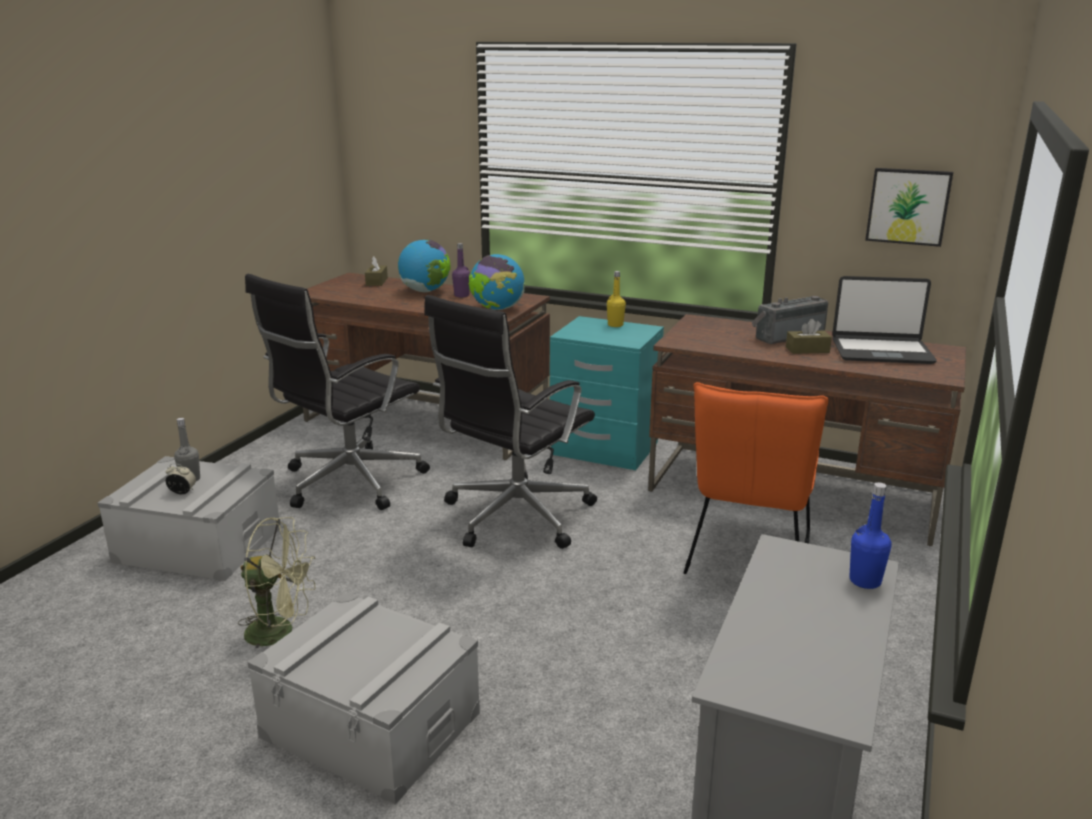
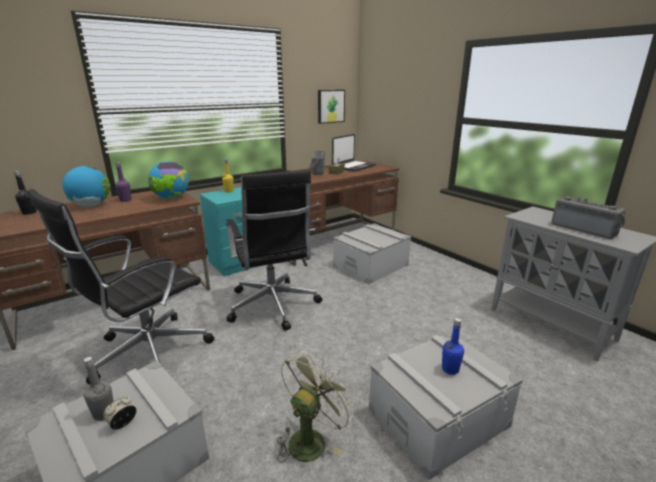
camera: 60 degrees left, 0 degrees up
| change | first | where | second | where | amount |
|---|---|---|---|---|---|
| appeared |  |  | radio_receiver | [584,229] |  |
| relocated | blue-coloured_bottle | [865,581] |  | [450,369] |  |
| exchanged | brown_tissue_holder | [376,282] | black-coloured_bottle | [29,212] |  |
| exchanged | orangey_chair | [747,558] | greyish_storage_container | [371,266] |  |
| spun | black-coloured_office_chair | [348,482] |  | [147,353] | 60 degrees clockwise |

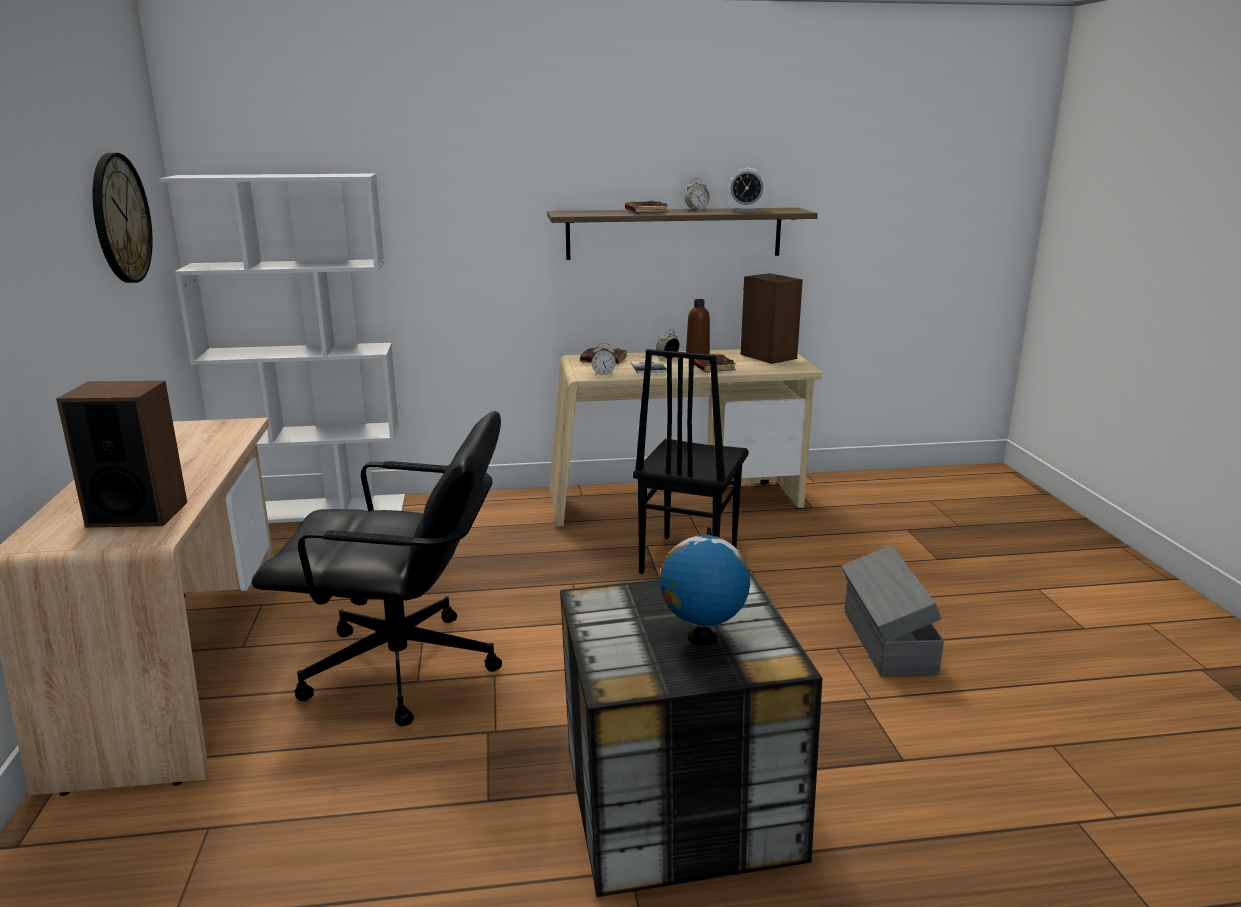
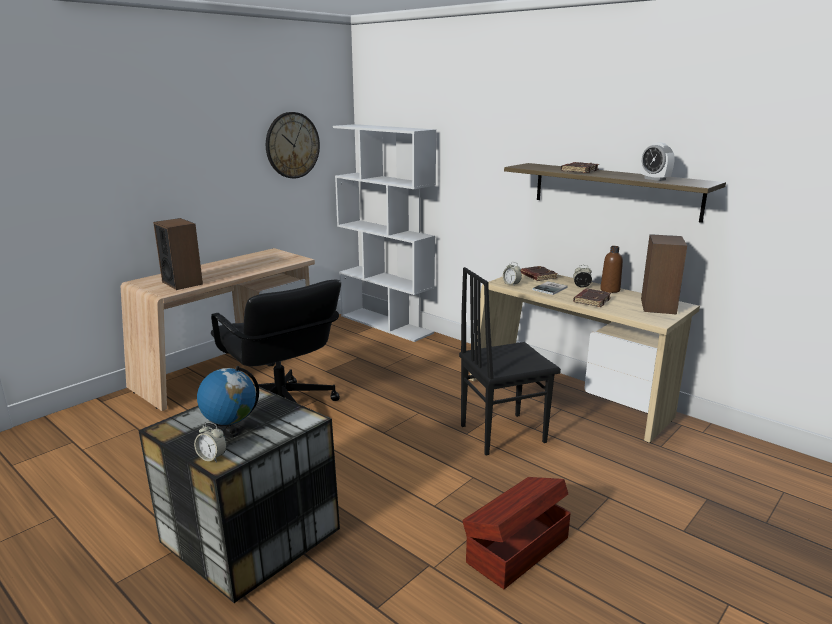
camera: 50 degrees right, 0 degrees up
| change | first | where | second | where | amount |
|---|---|---|---|---|---|
| relocated | alarm_clock | [696,209] |  | [212,457] |  |
| colour | greyish_storage_container | [887,642] | brown_storage_container | [516,549] |  |

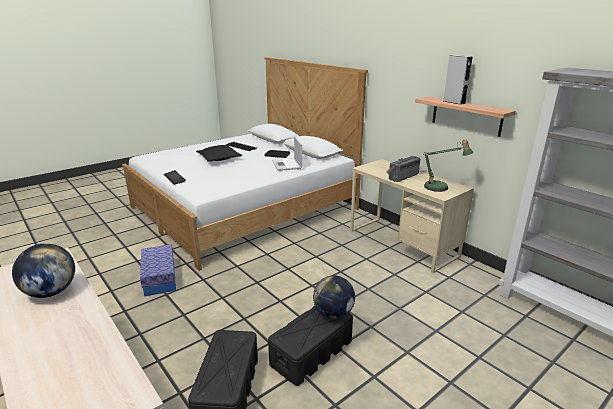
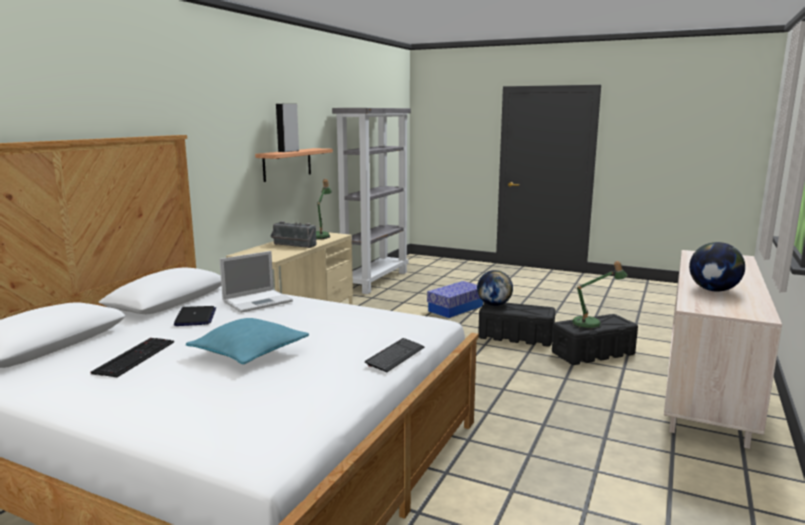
camera: 115 degrees left, 10 degrees down
| change | first | where | second | where | amount |
|---|---|---|---|---|---|
| appeared |  |  | tabletop_lamp | [591,324] |  |
| relocated | storage_container | [159,278] |  | [455,308] |  |
| colour | black-coloured_throw_pillow | [219,159] | turquoise-coloured_throw_pillow | [249,352] |  |

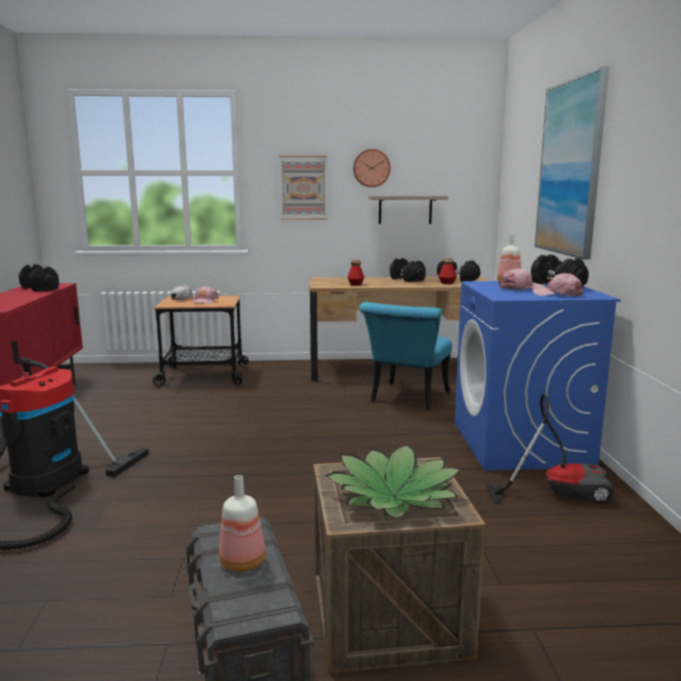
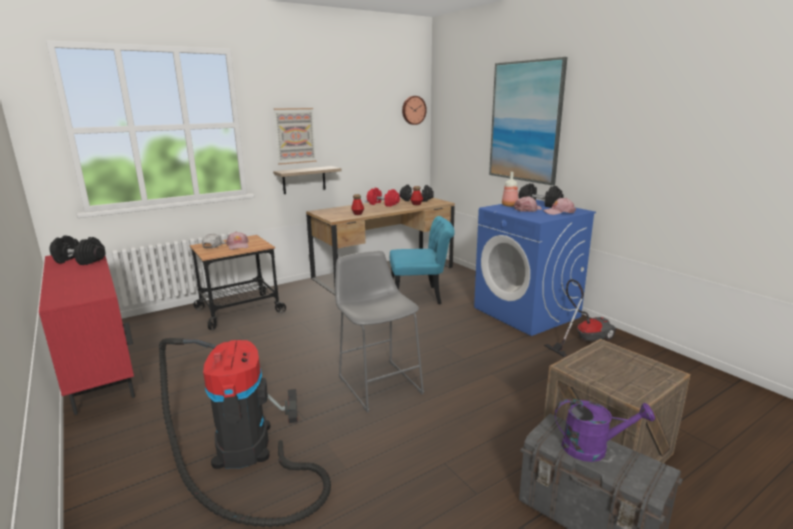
camera: 30 degrees left, 5 degrees up
| change | first | where | second | where | amount |
|---|---|---|---|---|---|
| missing | plant_in_a_pot | [394,496] |  |  |  |
| appeared |  |  | greyish_stool_seat | [378,382] |  |
| relocated | wall_clock | [371,168] |  | [413,110] |  |
| relocated | wall_shelf | [405,209] |  | [304,180] |  |
| exchanged | bottle | [242,562] | purple-coloured_watering_can | [593,448] |  |
| colour | black-coloured_free_weight | [406,279] | red-coloured_free_weight | [383,204] |  |
| spun | turquoise-coloured_chair | [406,399] |  | [421,296] | 90 degrees counterclockwise |

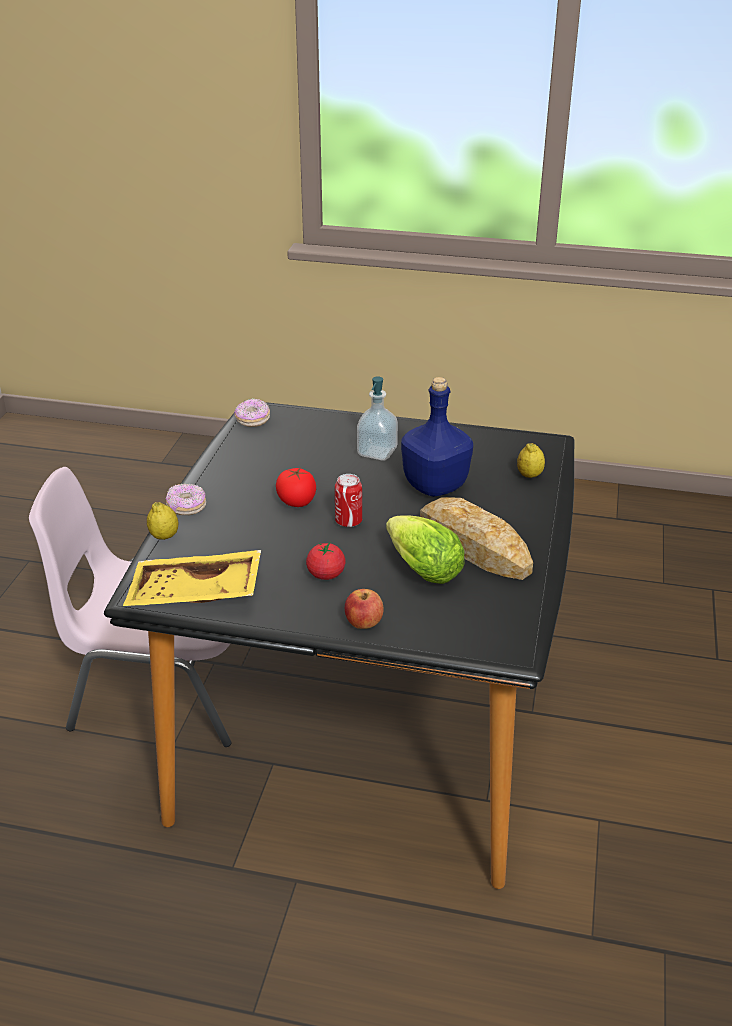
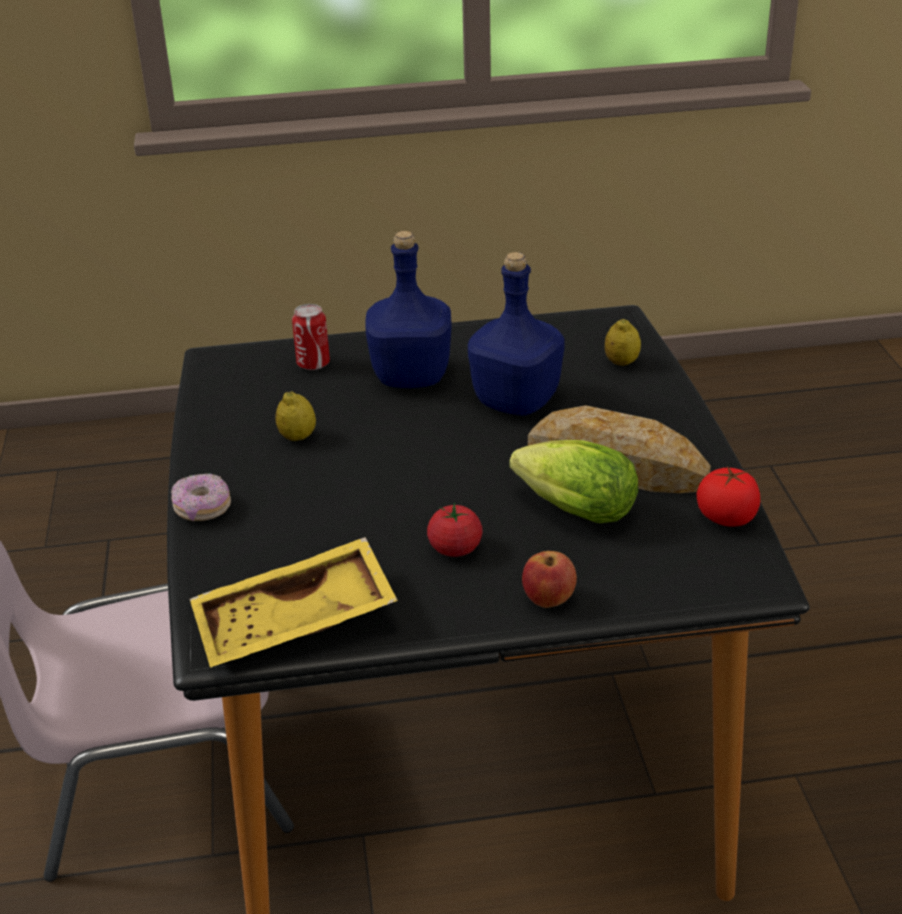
camera: 20 degrees left, 0 degrees up
| change | first | where | second | where | amount |
|---|---|---|---|---|---|
| missing | donut | [252,420] |  |  |  |
| relocated | lemon | [164,536] |  | [297,437] |  |
| relocated | tomato | [296,501] |  | [726,518] |  |
| relocated | metal_can | [348,521] |  | [313,364] |  |
| exchanged | soap_bottle | [377,452] | blue-coloured_bottle | [413,376] |  |

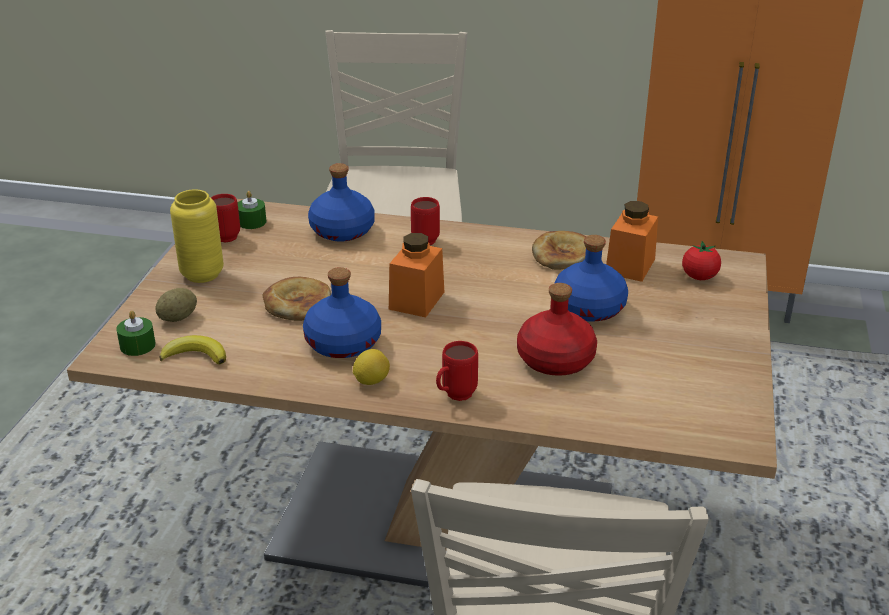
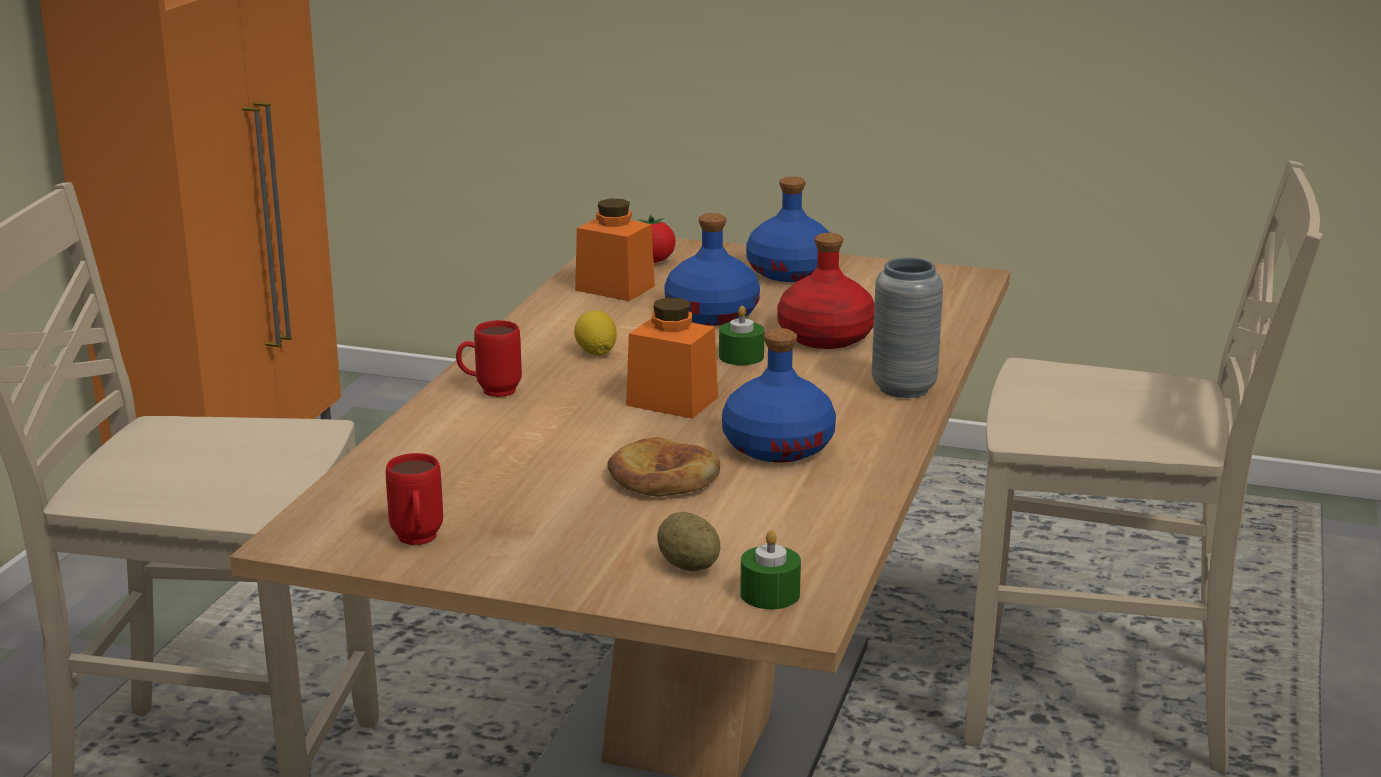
camera: 85 degrees left, 10 degrees down
| change | first | where | second | where | amount |
|---|---|---|---|---|---|
| missing | banana | [195,355] |  |  |  |
| missing | yellow-coloured_flower_vase | [202,274] |  |  |  |
| missing | bakery_bread | [563,255] |  |  |  |
| relocated | greenish_wax_candle | [251,222] |  | [741,356] |  |
| relocated | blue-coloured_bottle | [341,231] |  | [791,272] |  |
| relocated | lemon | [371,381] |  | [596,353] |  |
| exchanged | red-coloured_coffee_mug | [454,397] | greyish_flower_vase | [904,388] |  |

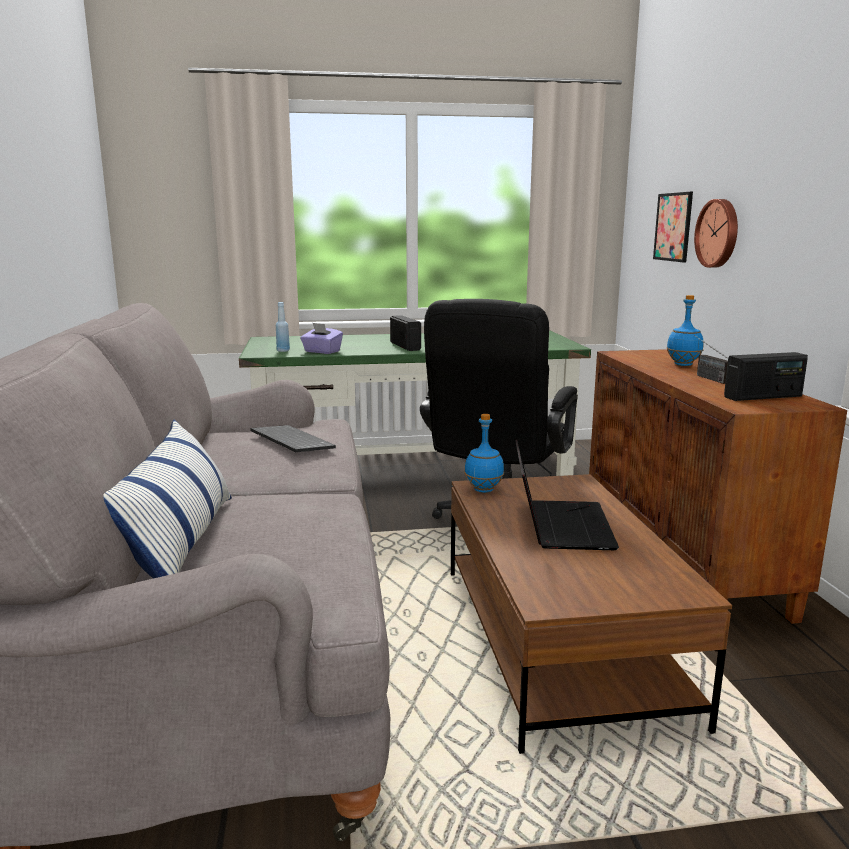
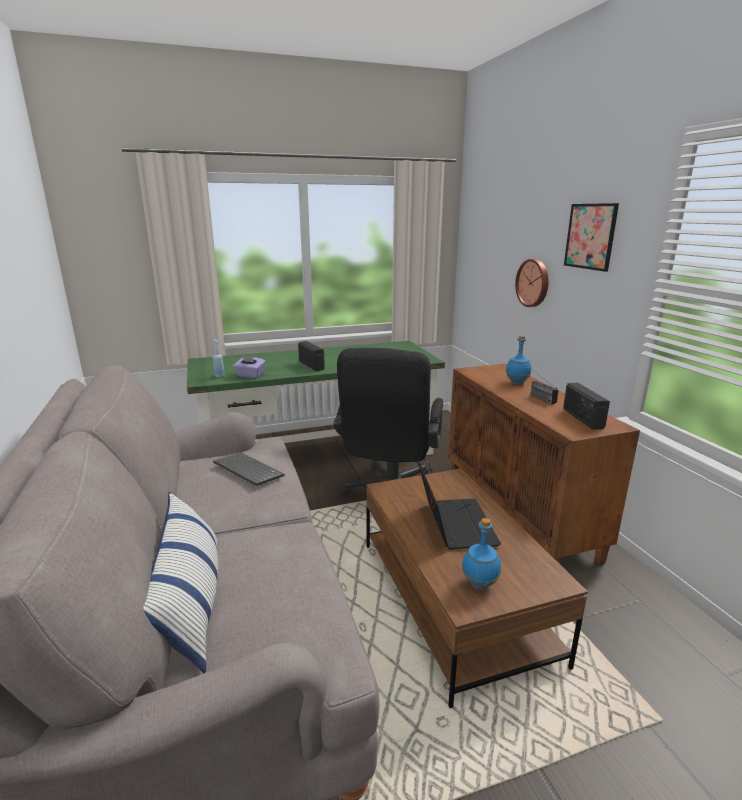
camera: 10 degrees left, 5 degrees up
| change | first | where | second | where | amount |
|---|---|---|---|---|---|
| relocated | blue-coloured_bottle | [484,490] |  | [480,584] |  |
| relocated | wall_art | [673,227] |  | [590,236] |  |
| spun | radio_receiver | [763,397] |  | [582,418] | 105 degrees clockwise |

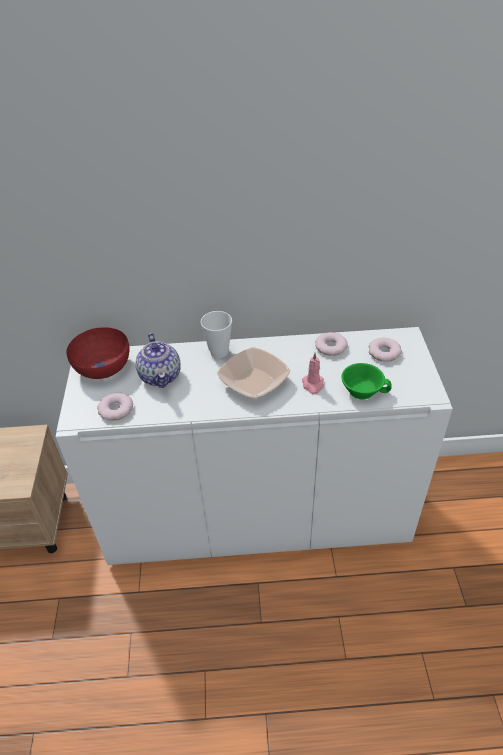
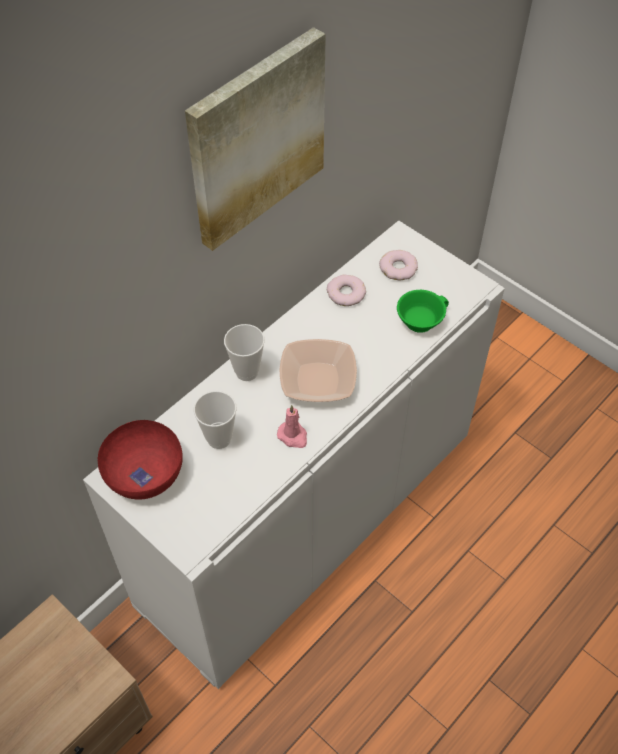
camera: 45 degrees left, 10 degrees up
| change | first | where | second | where | amount |
|---|---|---|---|---|---|
| missing | donut | [116,409] |  |  |  |
| appeared |  |  | wall_art | [255,138] |  |
| relocated | pinkish_wax_candle | [313,385] |  | [293,436] |  |
| exchanged | tea_pot | [161,375] | drinking_cup | [219,438] |  |

